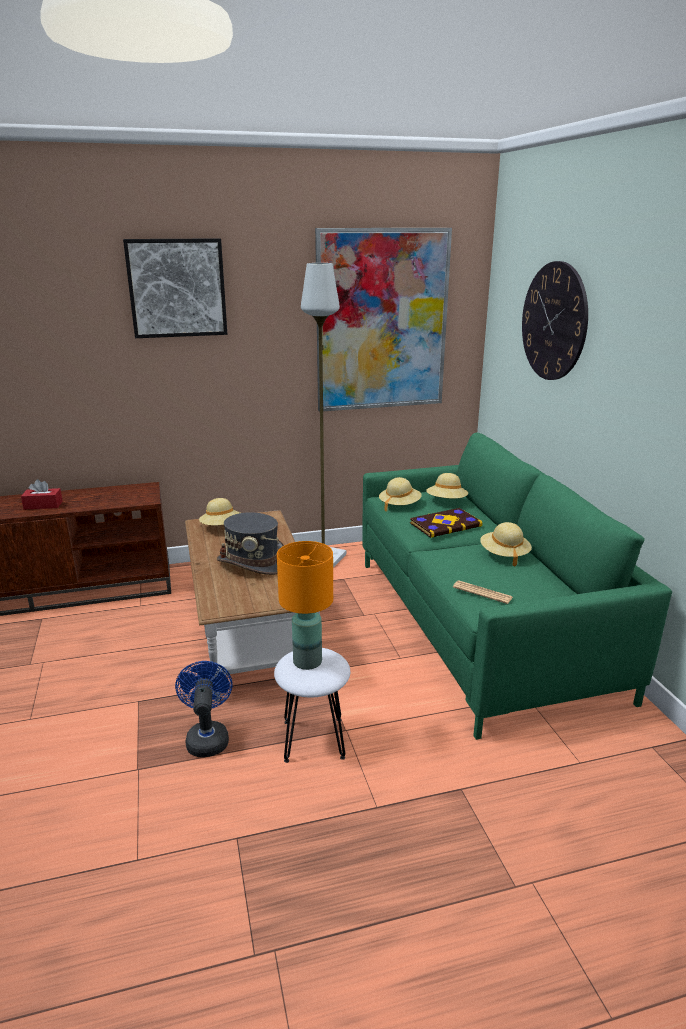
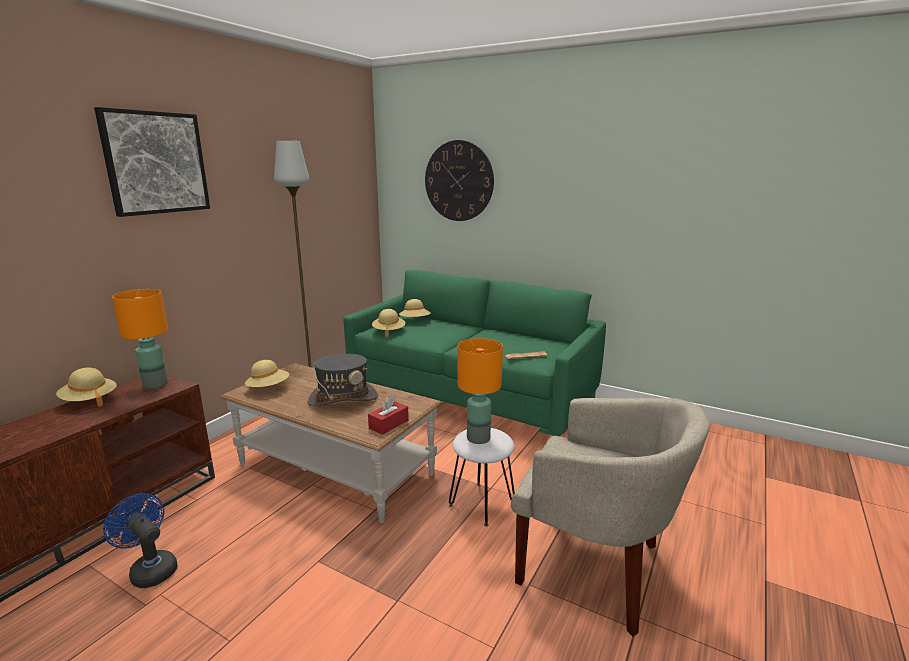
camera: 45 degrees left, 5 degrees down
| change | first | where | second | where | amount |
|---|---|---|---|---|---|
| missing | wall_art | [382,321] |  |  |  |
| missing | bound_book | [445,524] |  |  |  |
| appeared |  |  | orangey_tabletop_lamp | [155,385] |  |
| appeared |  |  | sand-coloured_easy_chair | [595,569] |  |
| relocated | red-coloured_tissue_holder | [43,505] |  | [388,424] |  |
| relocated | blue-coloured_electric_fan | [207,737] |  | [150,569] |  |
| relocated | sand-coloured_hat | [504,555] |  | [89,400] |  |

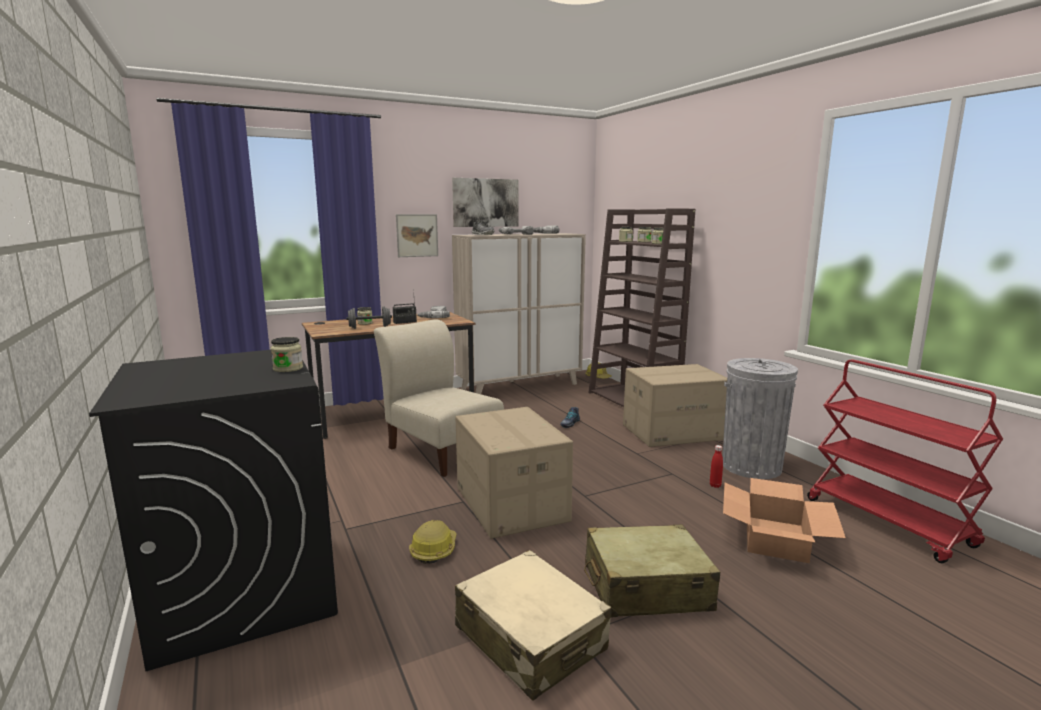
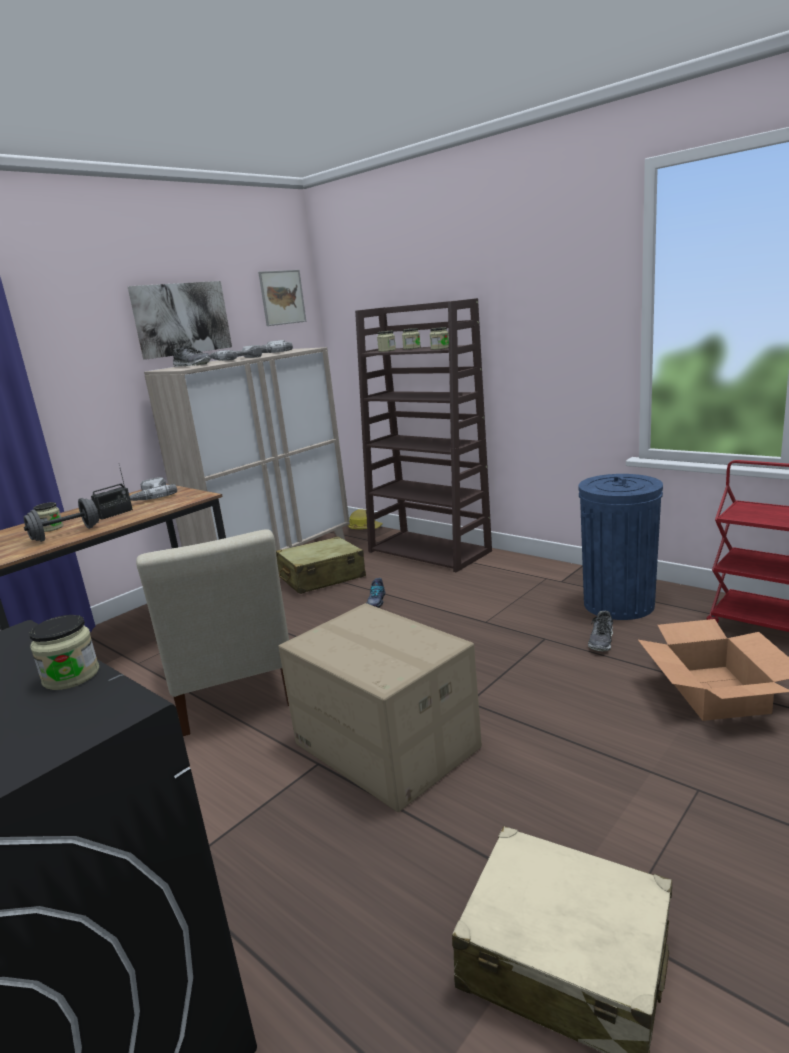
camera: 20 degrees left, 5 degrees up
| change | first | where | second | where | amount |
|---|---|---|---|---|---|
| missing | hard_hat | [434,550] |  |  |  |
| missing | packing_box | [672,432] |  |  |  |
| relocated | wall_art | [417,235] |  | [282,297] |  |
| relocated | sand-coloured_suitcase | [645,587] |  | [321,578] |  |
| exchanged | red-coloured_bottle | [715,485] | item_of_footwear | [602,641] |  |
| colour | greyish_rubbish_bin | [751,466] | blue-coloured_rubbish_bin | [618,604] |  |
| spun | sand-coloured_chair | [441,450] |  | [232,689] | 135 degrees counterclockwise |

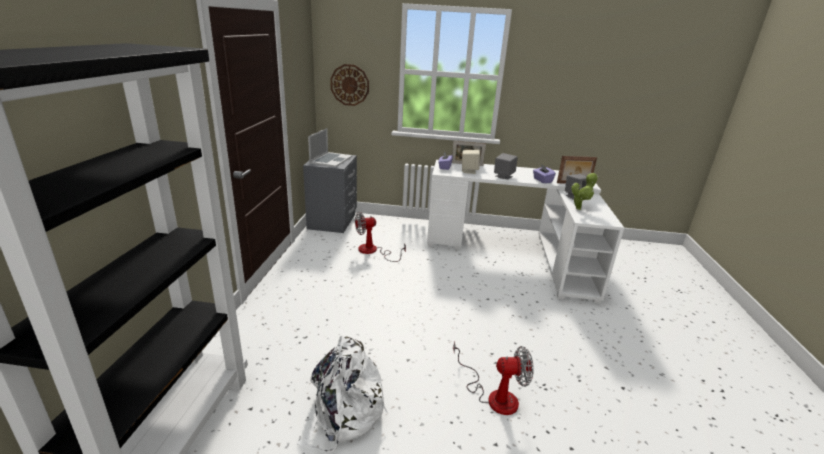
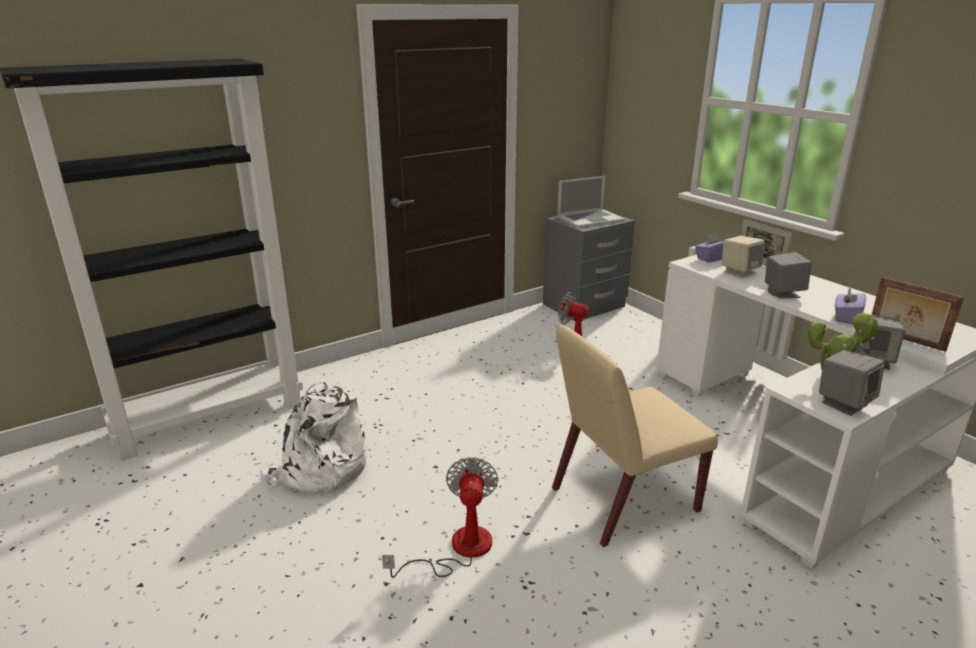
camera: 50 degrees right, 0 degrees up
| change | first | where | second | where | amount |
|---|---|---|---|---|---|
| missing | wall_clock | [349,85] |  |  |  |
| appeared |  |  | sand-coloured_chair | [622,500] |  |
| appeared |  |  | greyish_audio_speaker | [844,403] |  |
| spun | electric_fan | [494,395] |  | [458,549] | 135 degrees counterclockwise |

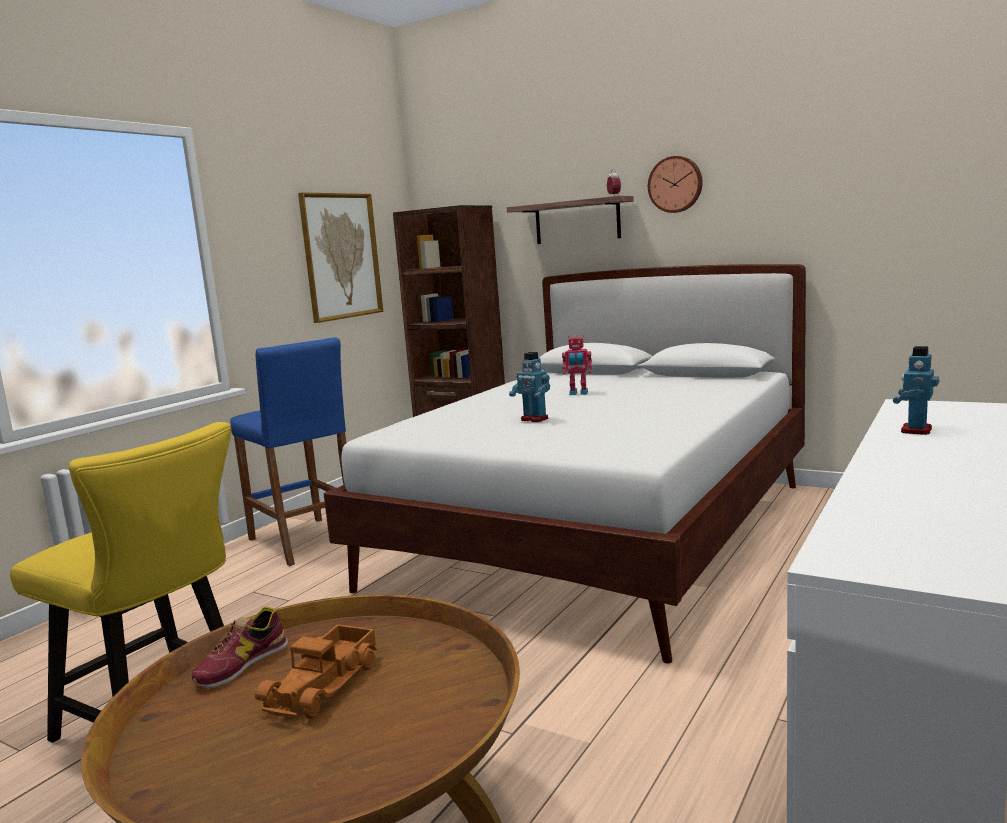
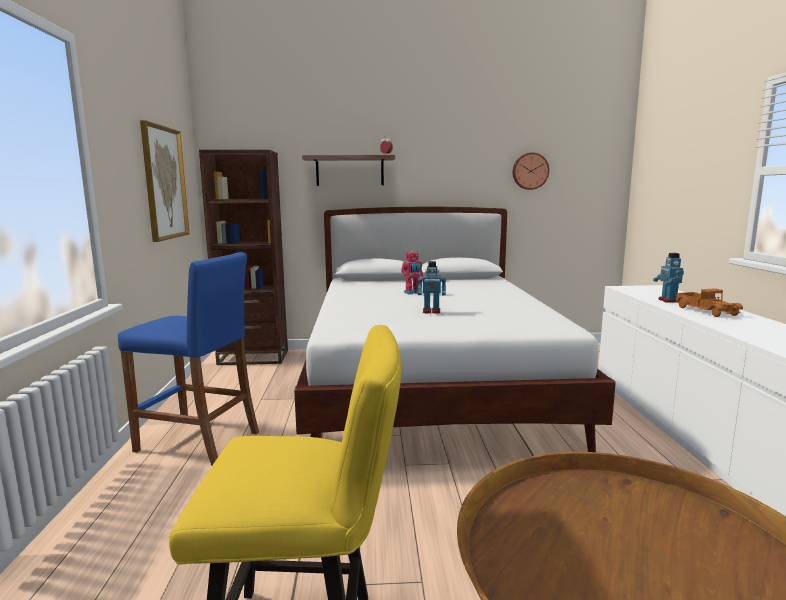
camera: 35 degrees left, 0 degrees up
| change | first | where | second | where | amount |
|---|---|---|---|---|---|
| missing | item_of_footwear | [241,664] |  |  |  |
| relocated | toy_lorry | [325,685] |  | [706,311] |  |
| relocated | wall_clock | [675,184] |  | [530,171] |  |

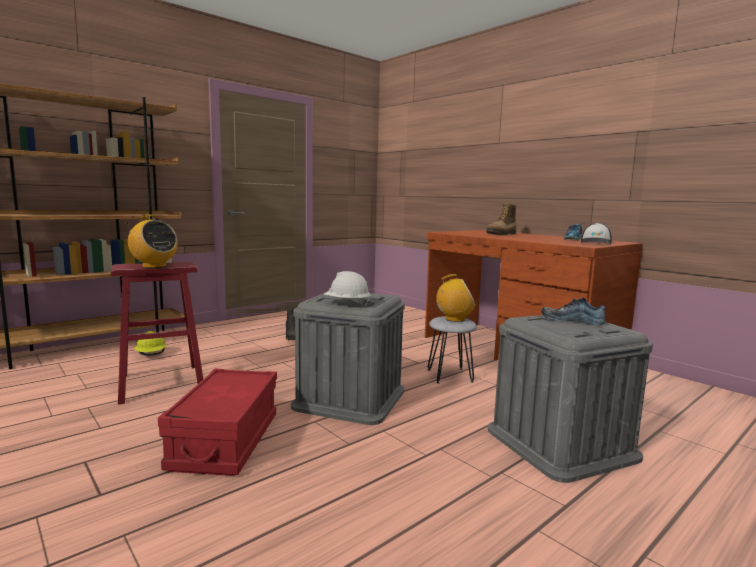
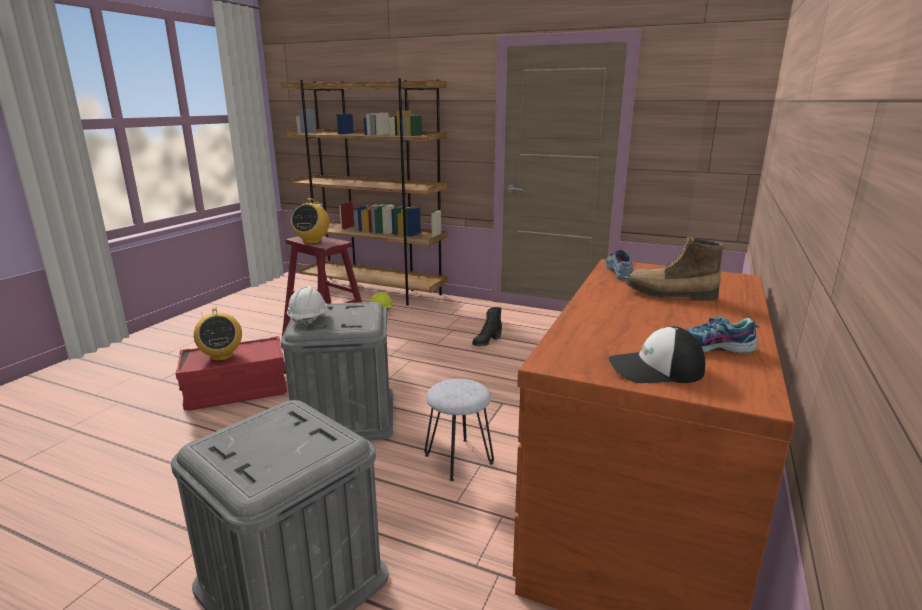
camera: 65 degrees right, 10 degrees up
| change | first | where | second | where | amount |
|---|---|---|---|---|---|
| relocated | radio_receiver | [454,319] |  | [221,356] |  |
| relocated | item_of_footwear | [572,320] |  | [620,272] |  |

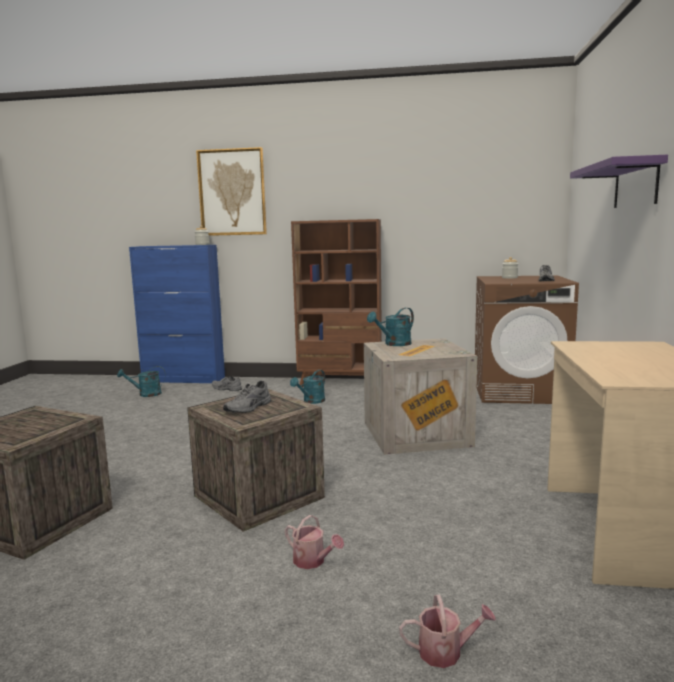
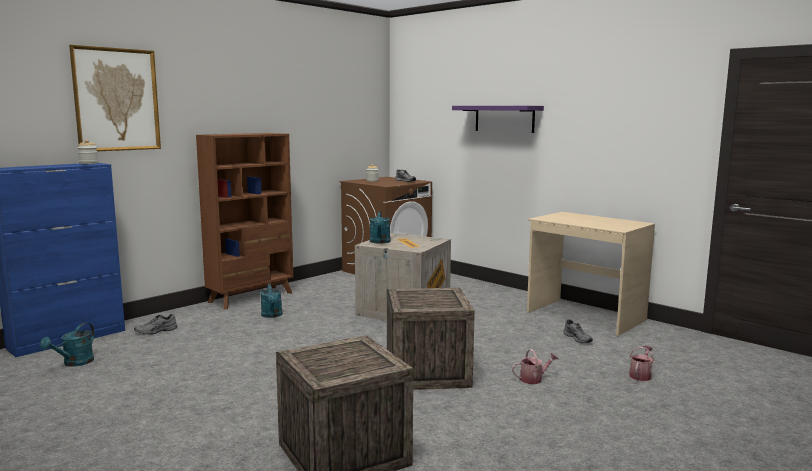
camera: 55 degrees left, 0 degrees up
| change | first | where | second | where | amount |
|---|---|---|---|---|---|
| relocated | greyish_item_of_footwear | [249,408] |  | [578,338] |  |

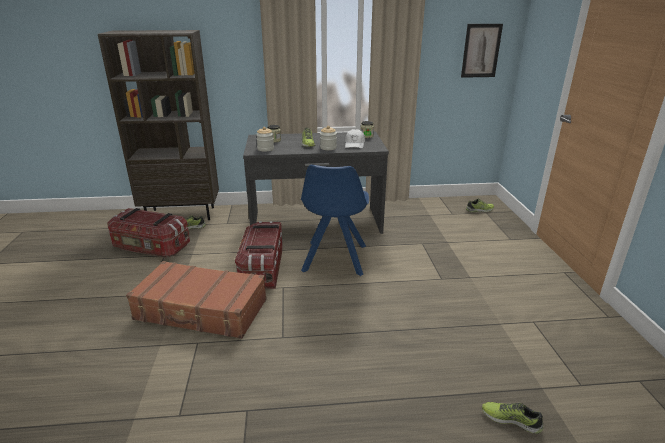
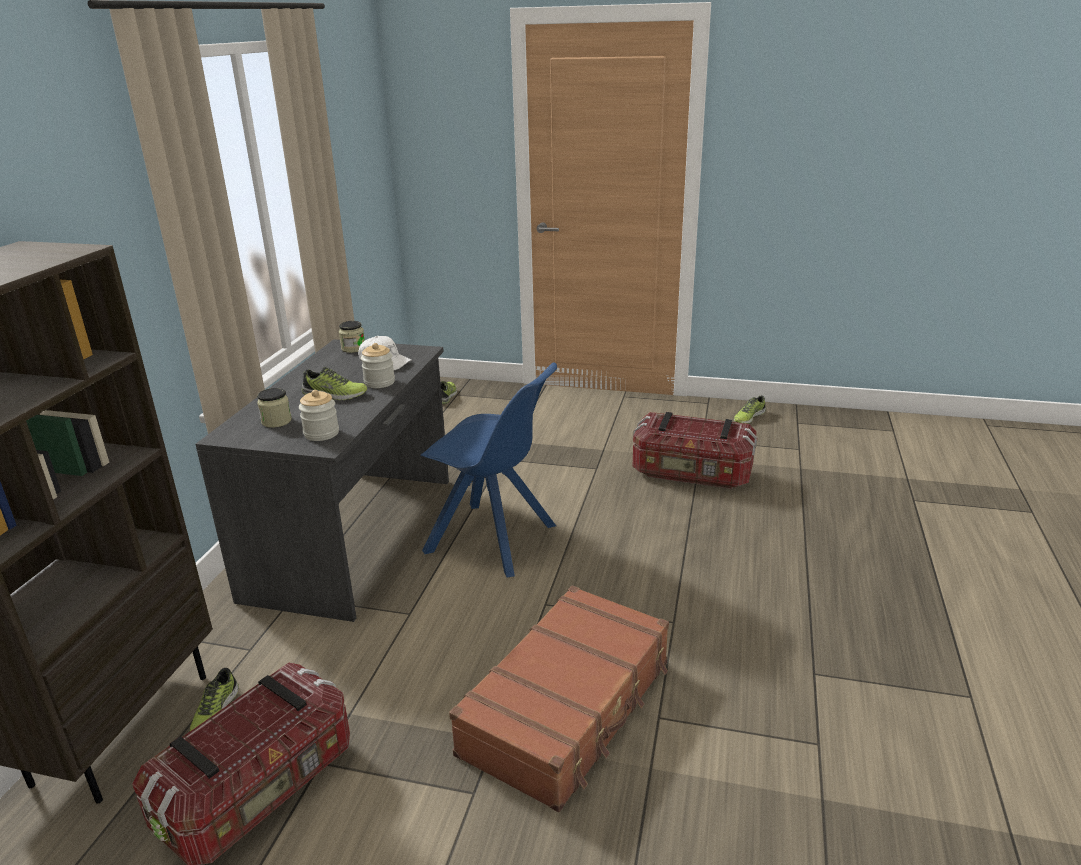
camera: 70 degrees left, 0 degrees up
| change | first | where | second | where | amount |
|---|---|---|---|---|---|
| missing | wall_art | [481,51] |  |  |  |
| relocated | storage_container | [262,268] |  | [692,474] |  |
| relocated | item_of_footwear | [511,419] |  | [748,417] |  |

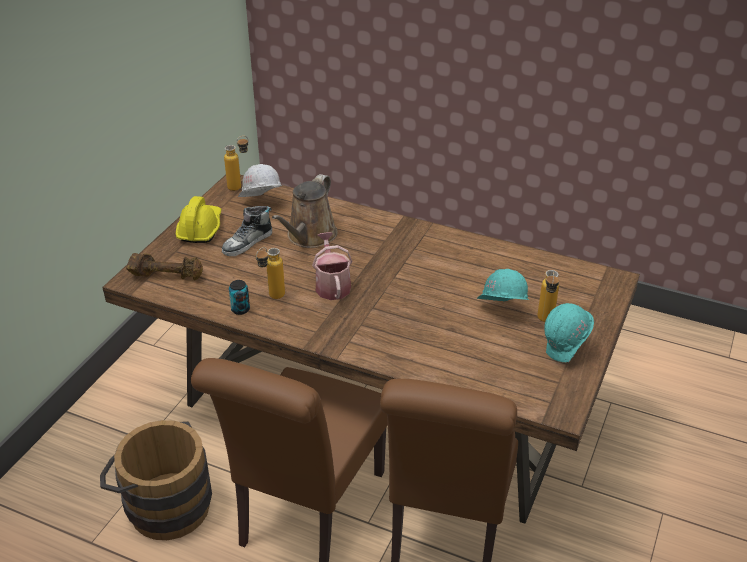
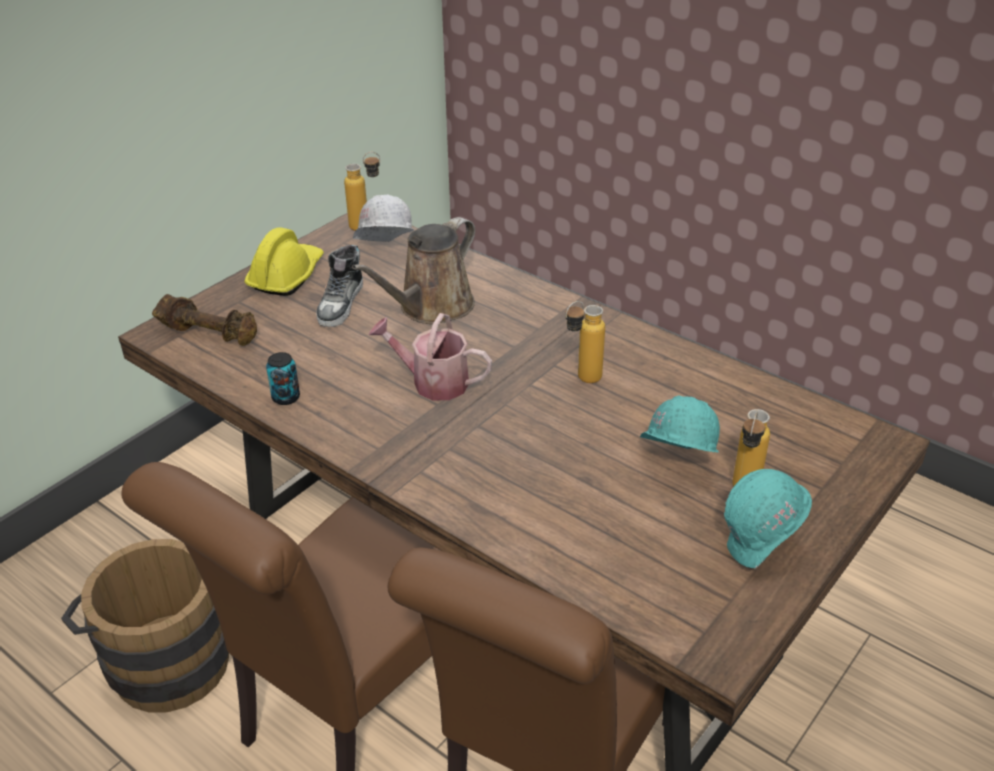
camera: 15 degrees right, 0 degrees up
| change | first | where | second | where | amount |
|---|---|---|---|---|---|
| relocated | bottle | [272,298] |  | [581,380] |  |
| spun | item_of_footwear | [248,243] |  | [341,304] | 45 degrees counterclockwise |
| spun | watering_can | [332,285] |  | [432,382] | 75 degrees counterclockwise |

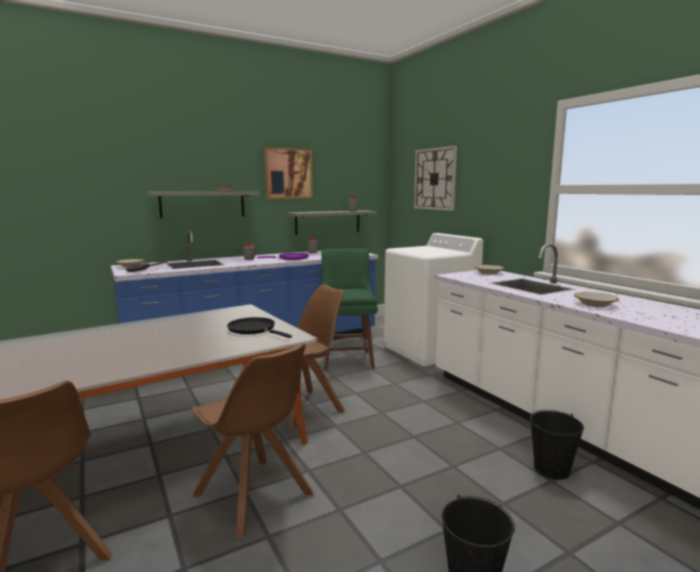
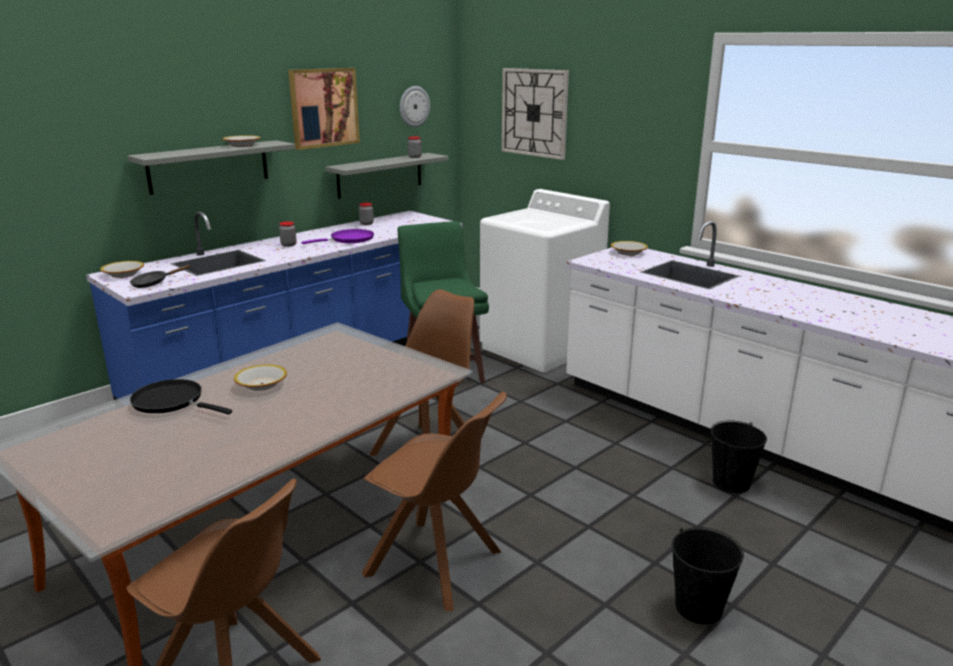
camera: 15 degrees left, 10 degrees up
| change | first | where | second | where | amount |
|---|---|---|---|---|---|
| appeared |  |  | wall_clock | [414,106] |  |
| relocated | black-coloured_skillet | [254,329] |  | [172,402] |  |
| relocated | bowl | [595,304] |  | [262,384] |  |

